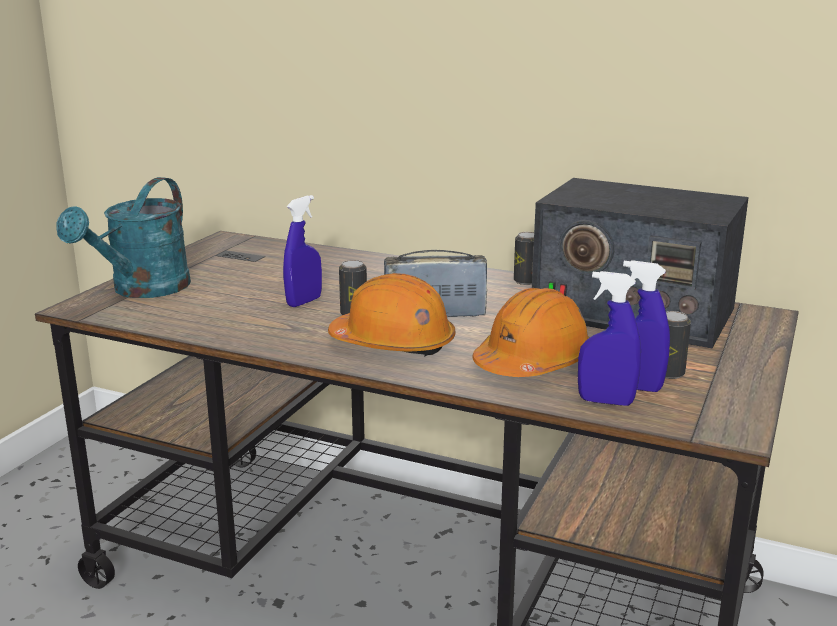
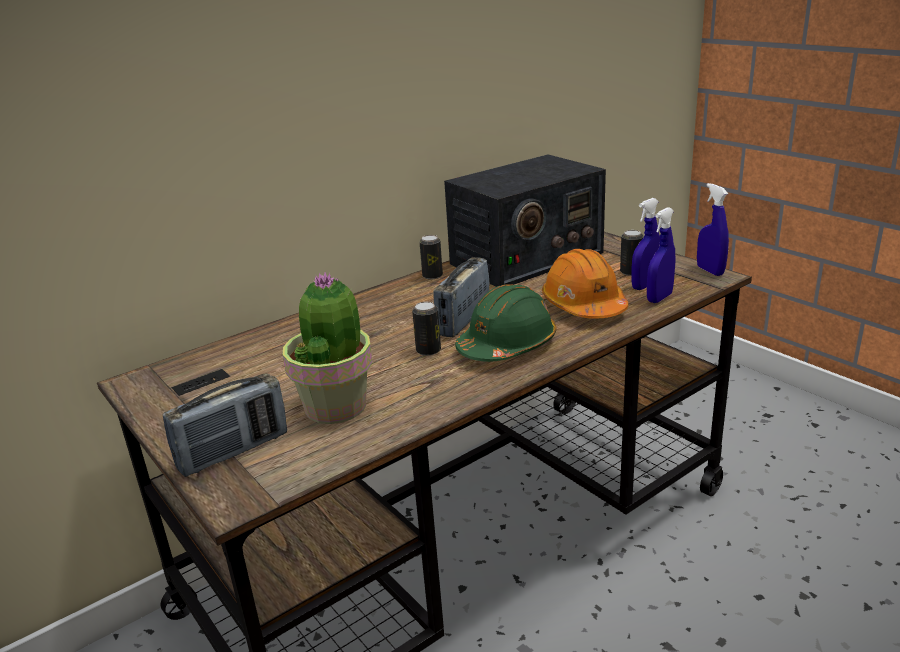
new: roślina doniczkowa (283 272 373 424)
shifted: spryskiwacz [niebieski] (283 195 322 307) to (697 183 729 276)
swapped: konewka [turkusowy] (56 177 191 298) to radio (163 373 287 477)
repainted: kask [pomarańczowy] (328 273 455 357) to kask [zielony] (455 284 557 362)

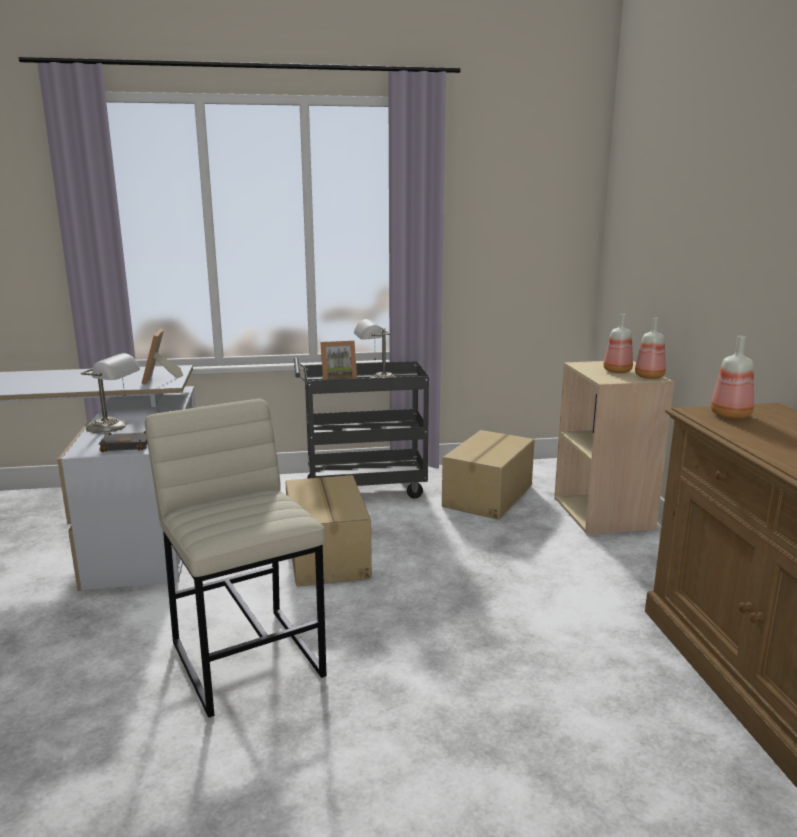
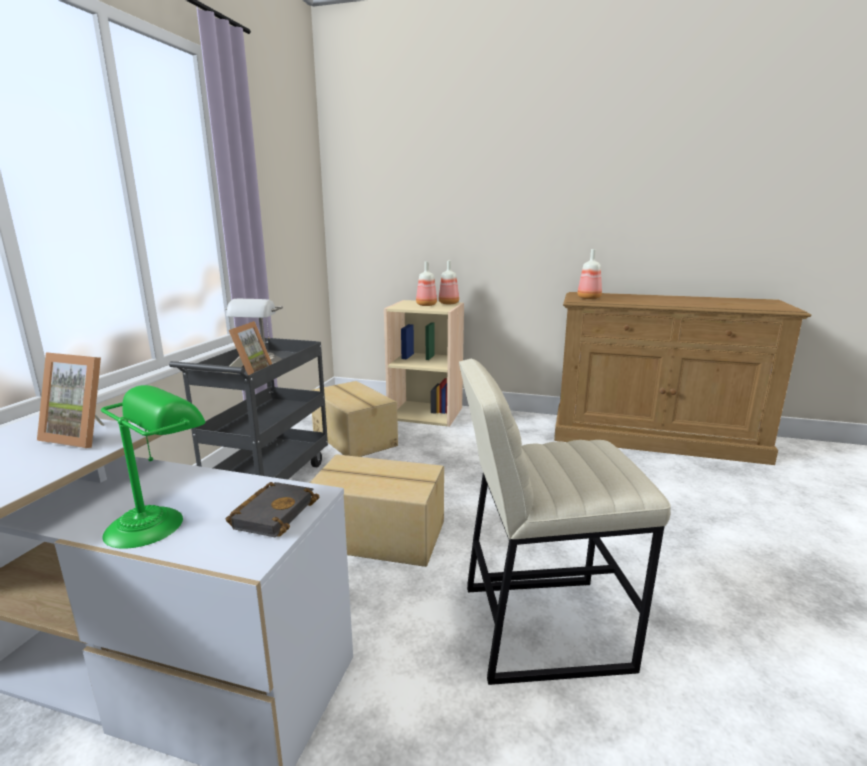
repainted: lampa stołowa [biały] (81 353 140 433) to lampa stołowa [zielony] (101 385 205 549)

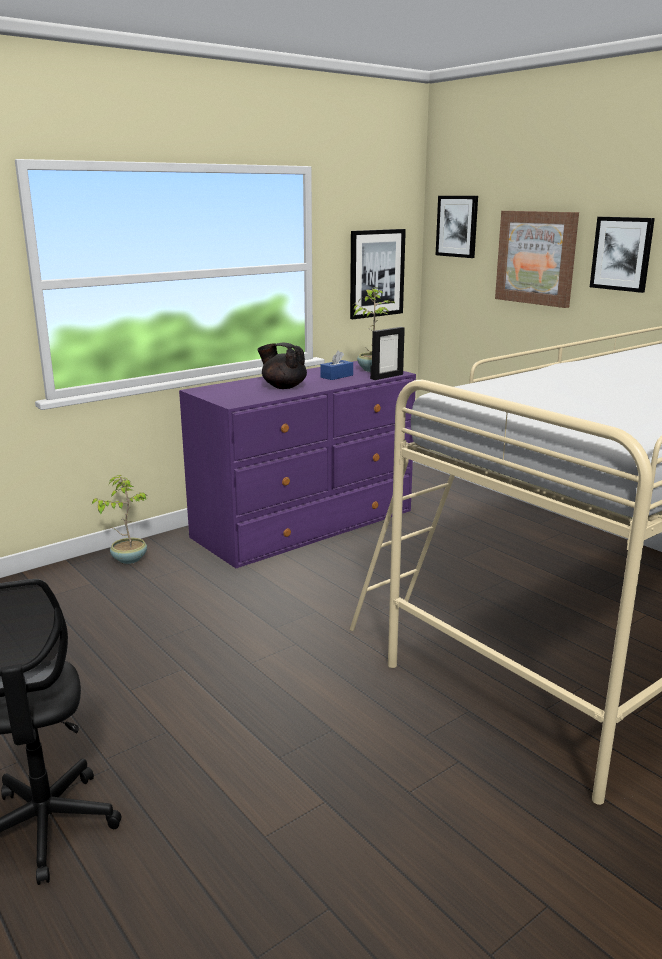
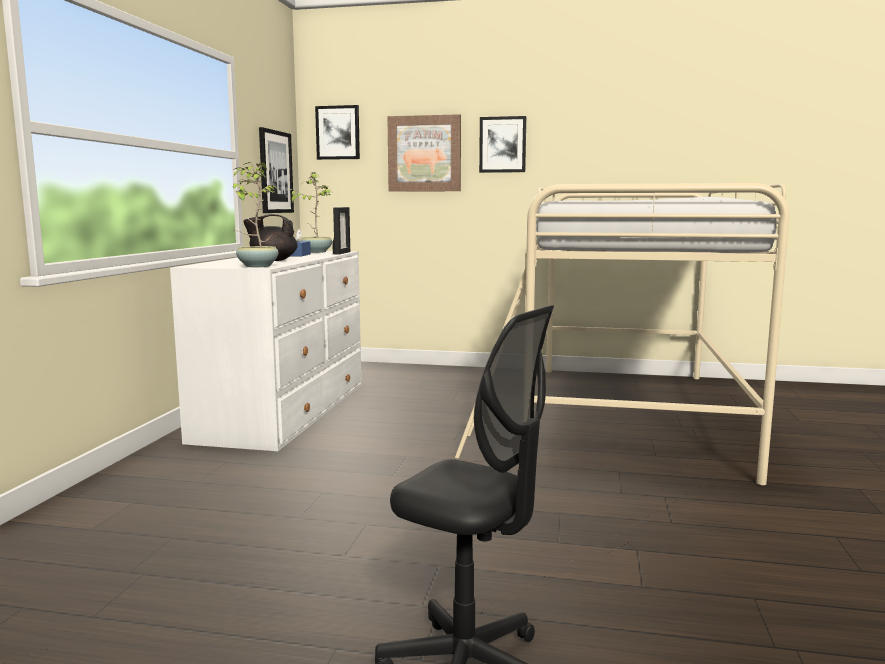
shifted: roślina doniczkowa (92 475 147 564) to (233 162 278 267)
repainted: komoda [fioletowy] (179 361 416 568) to komoda [biały] (170 251 361 451)

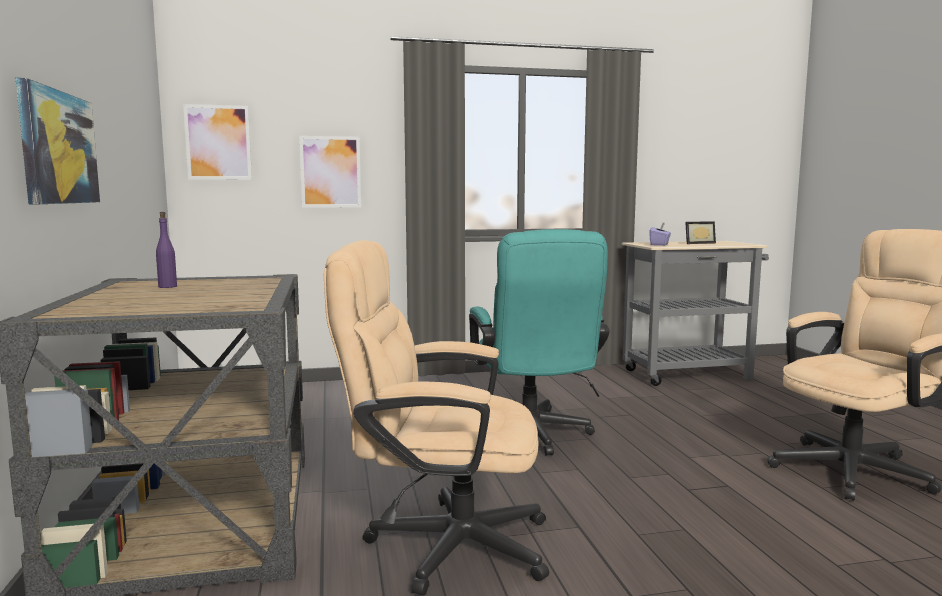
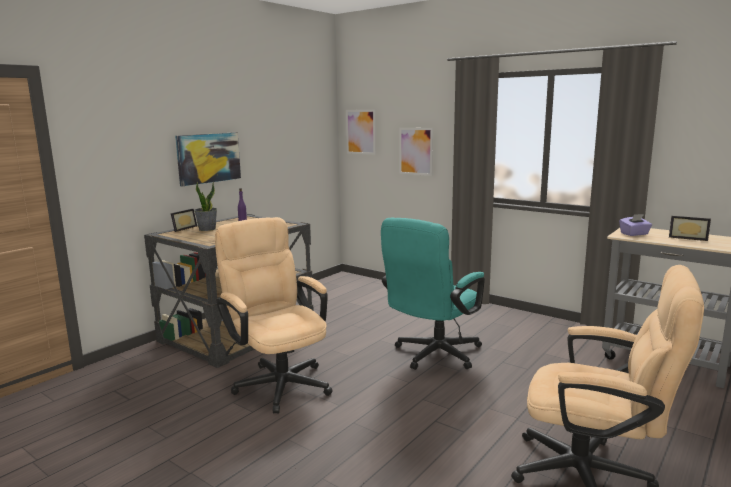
new: ramka na zdjęcie (171 208 197 232); roślina doniczkowa (194 182 217 231)

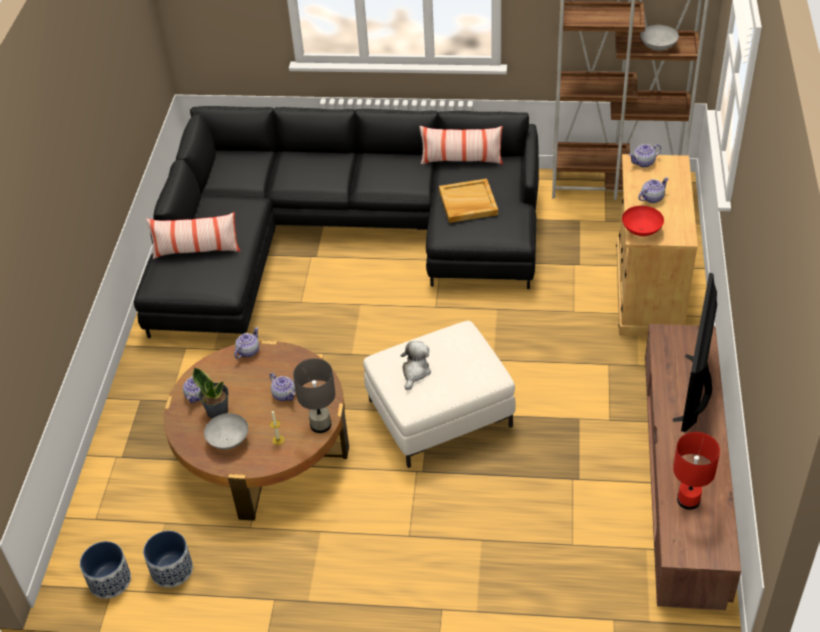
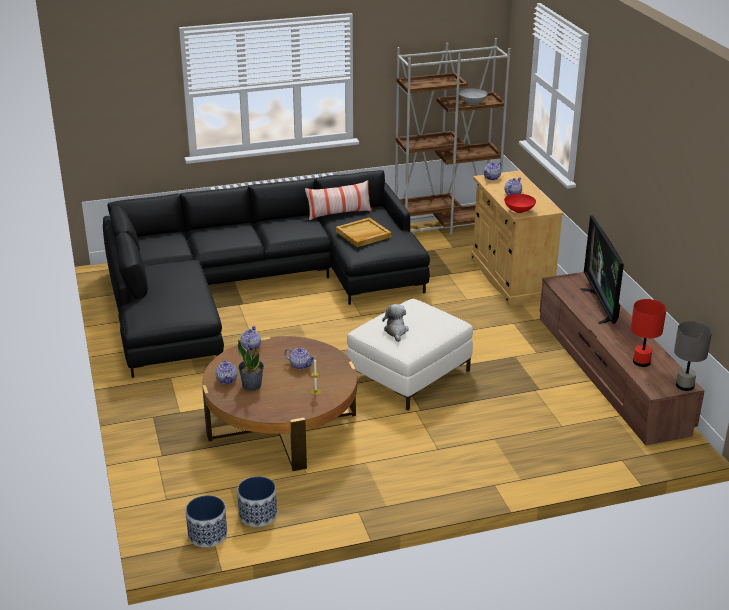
gone: poduszka (146 212 240 259); miska [szary] (204 413 248 450)
shifted: lampa stołowa [szary] (293 358 335 433) to (674 321 712 391)

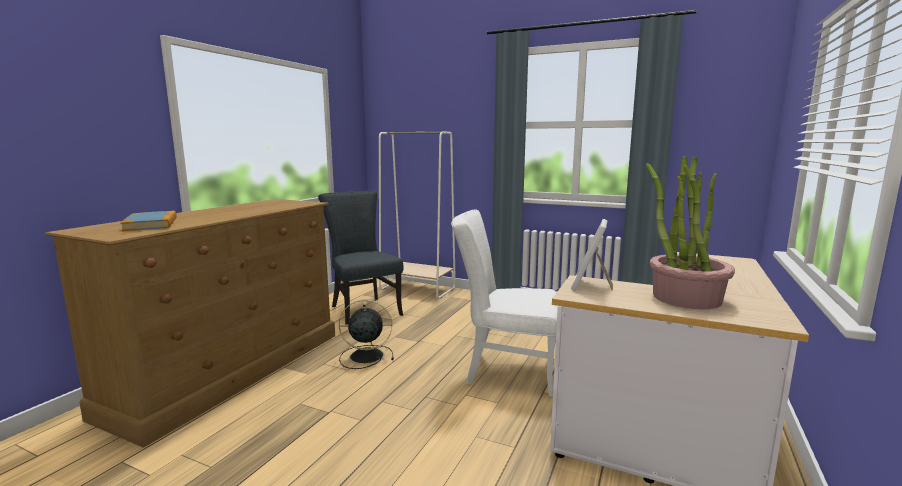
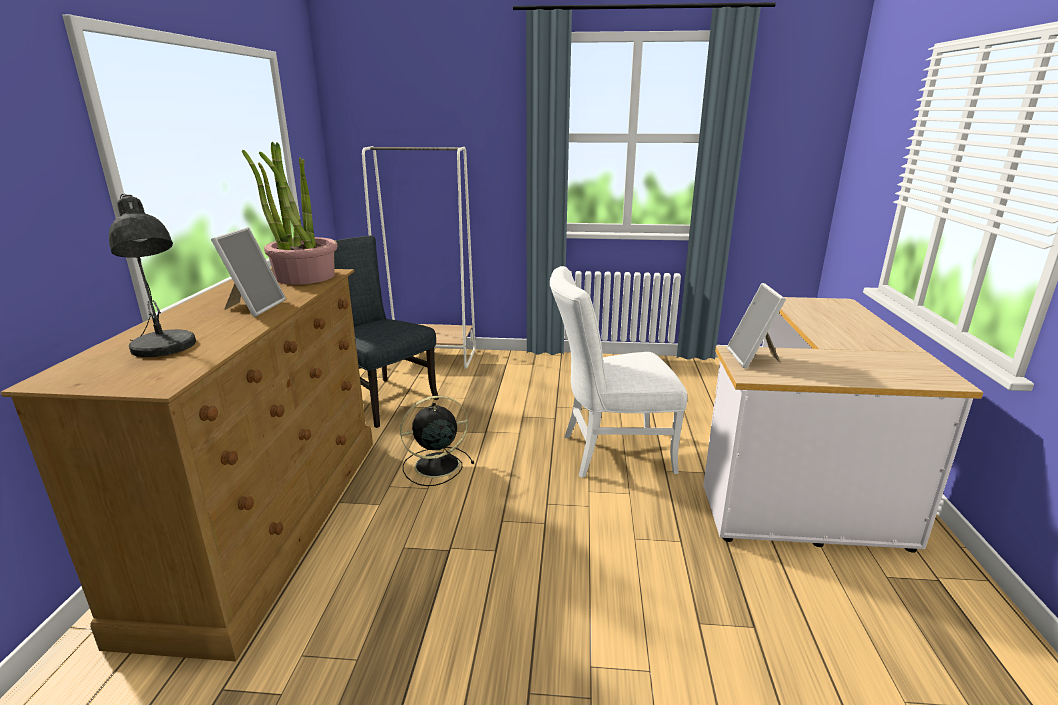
new: ramka na zdjęcie (211 227 286 317)
shifted: roślina doniczkowa (646 156 735 309) to (242 142 337 285)
swapped: książka (120 211 177 231) to lampa stołowa [szary] (109 194 196 357)

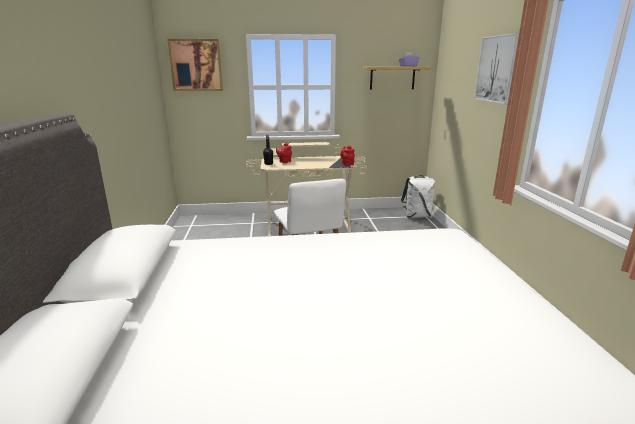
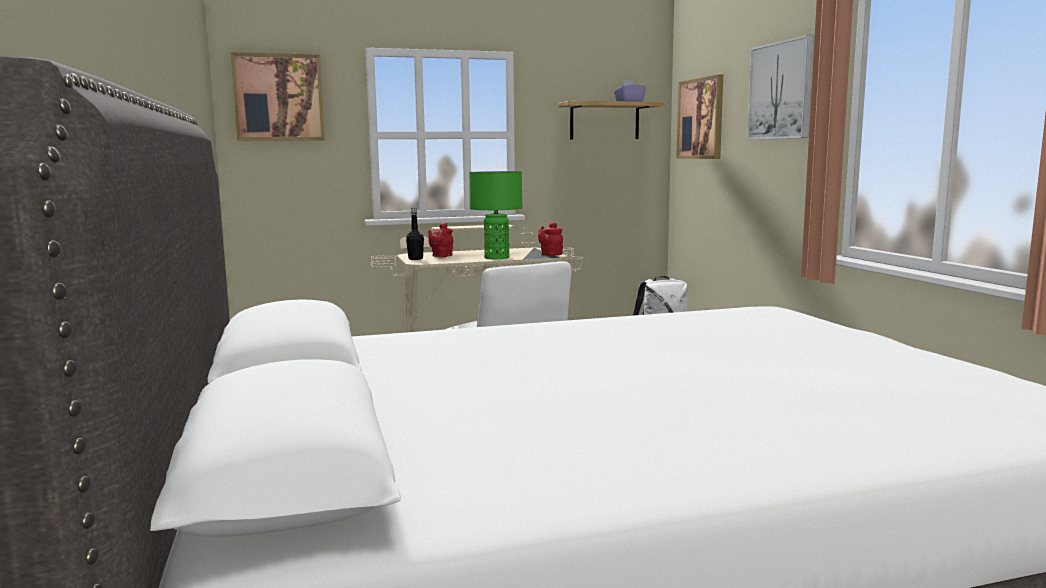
new: lampa stołowa [zielony] (469 171 522 259); obraz (676 75 723 159)

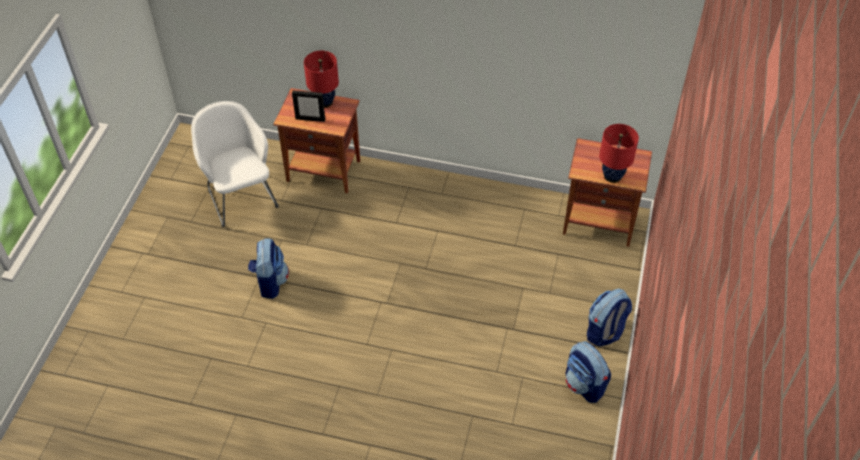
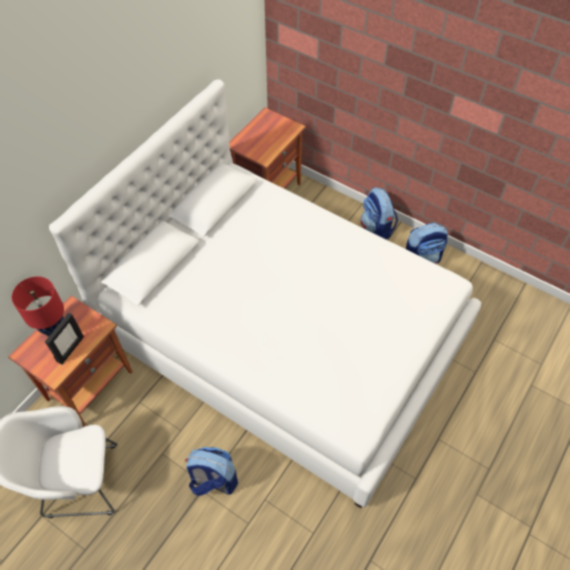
gone: lampa stołowa [czerwony] (599 124 639 183)
new: łóżko [biały] (49 79 481 508)

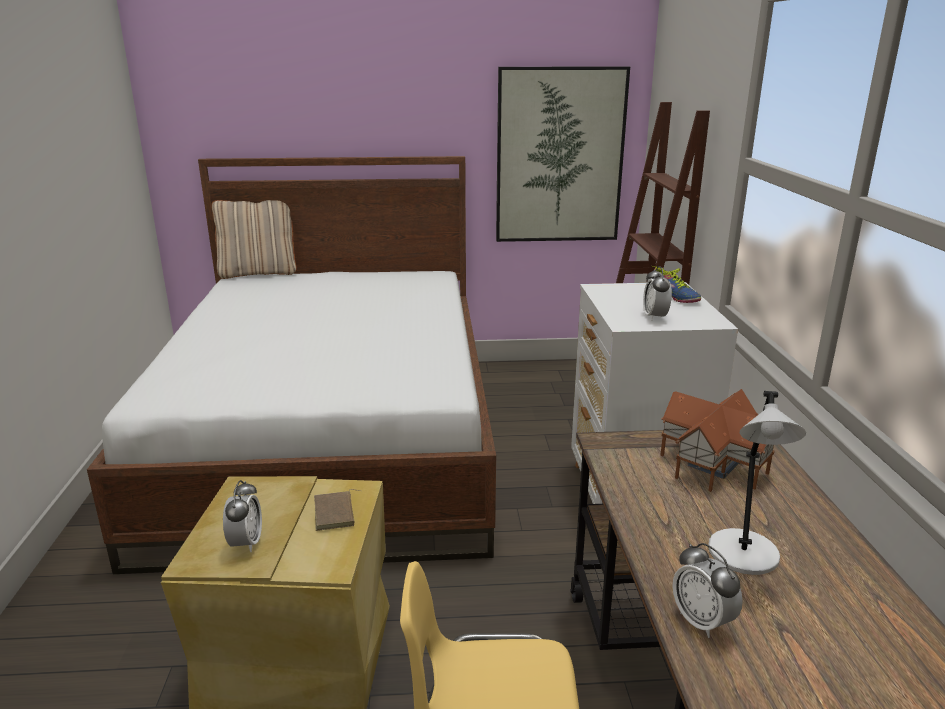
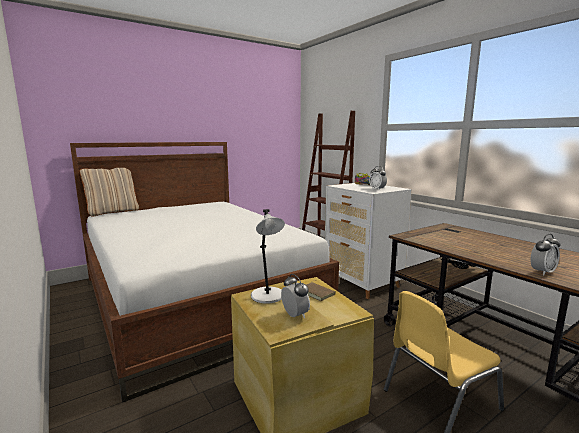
gone: obraz (496 66 630 242); domek (660 389 775 492)
shifted: lampa stołowa [szary] (708 391 806 575) to (251 209 285 304)
rotated: budzik (672 543 743 638) = (530 234 560 275) 60 degrees counterclockwise

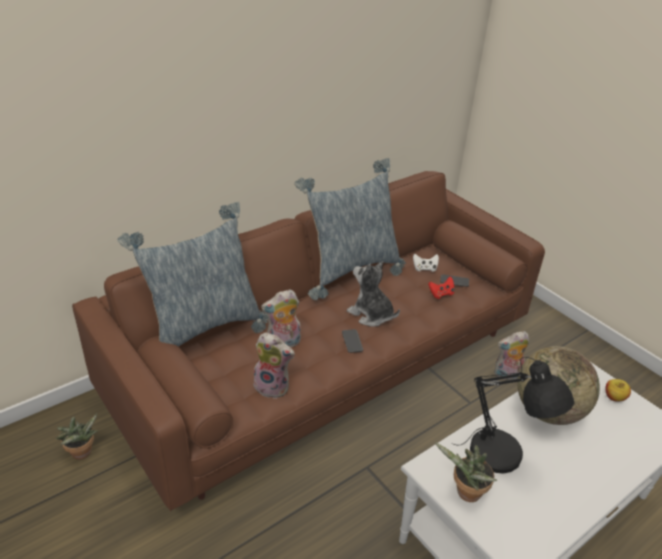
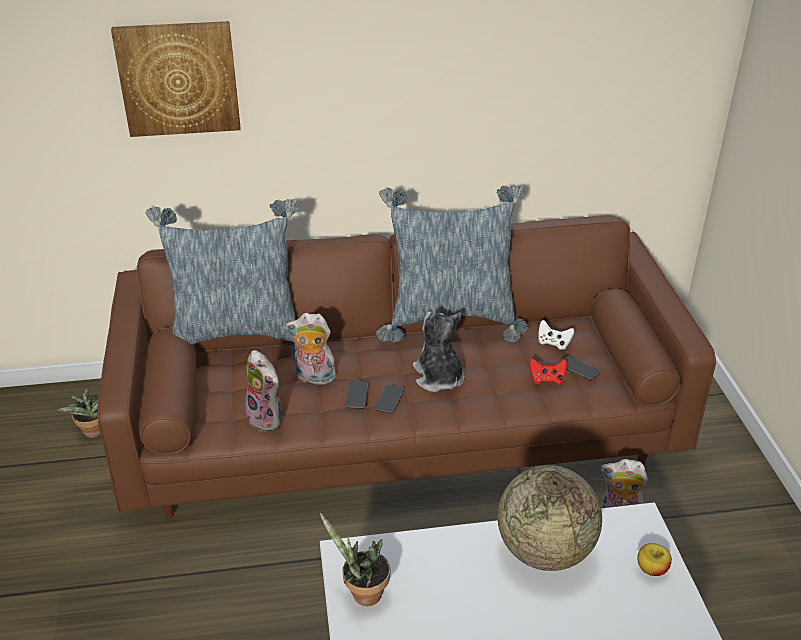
gone: lampa stołowa [czarny] (451 357 574 474)
new: obraz (111 21 241 137); telefon (345 381 369 409)

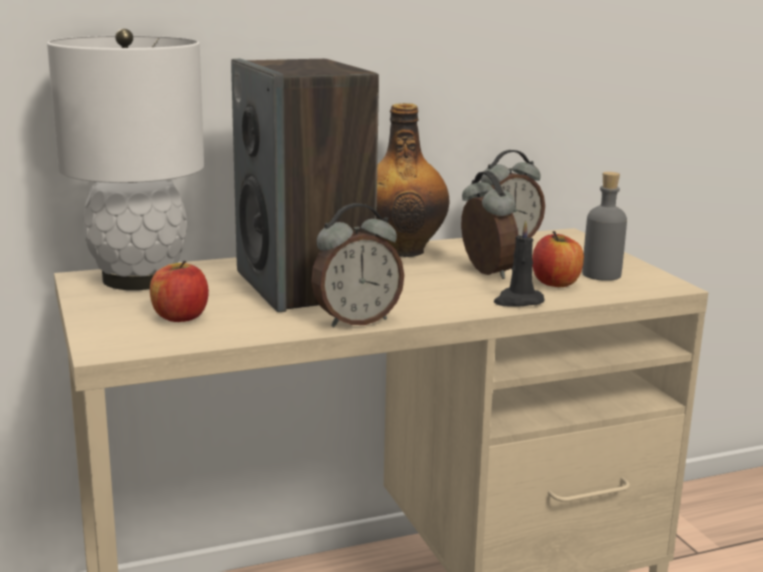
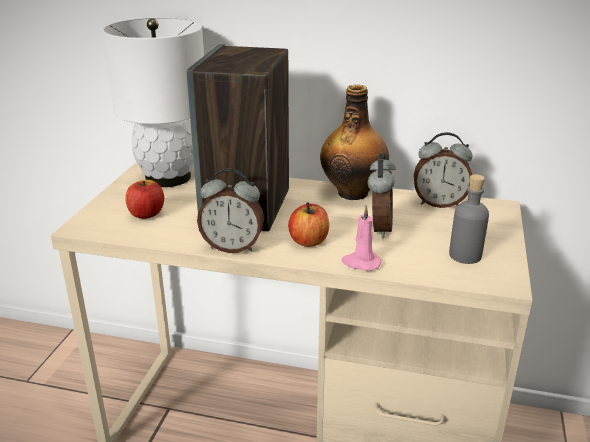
shifted: jabłko (532 231 584 287) to (288 202 329 247)
repainted: świeca [czarny] (494 220 544 307) to świeca [różowy] (341 205 382 271)

